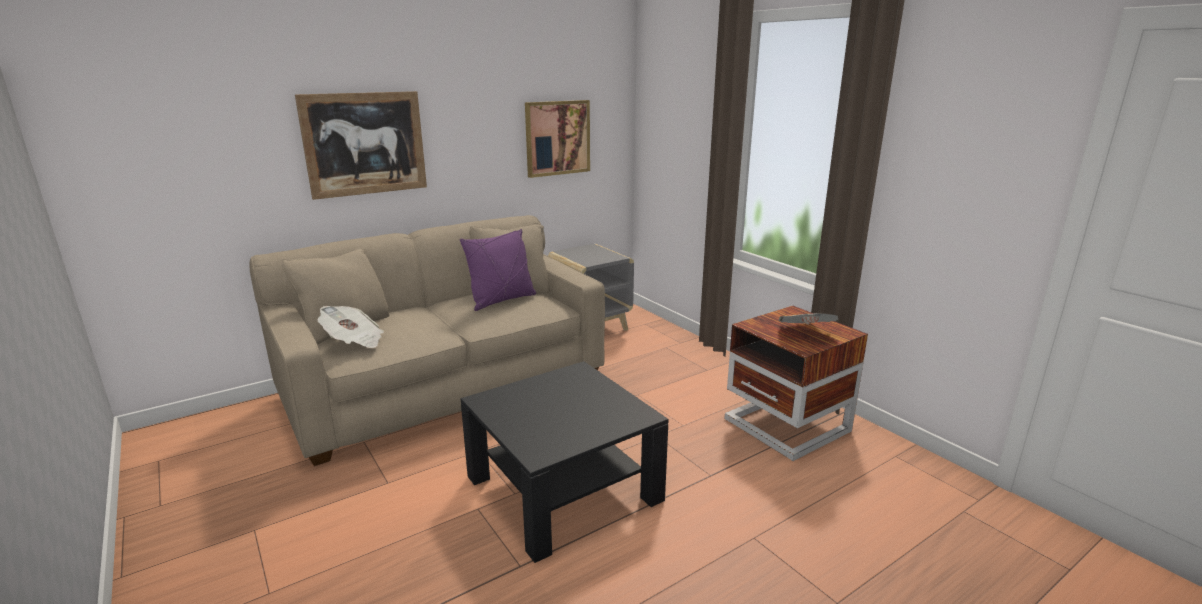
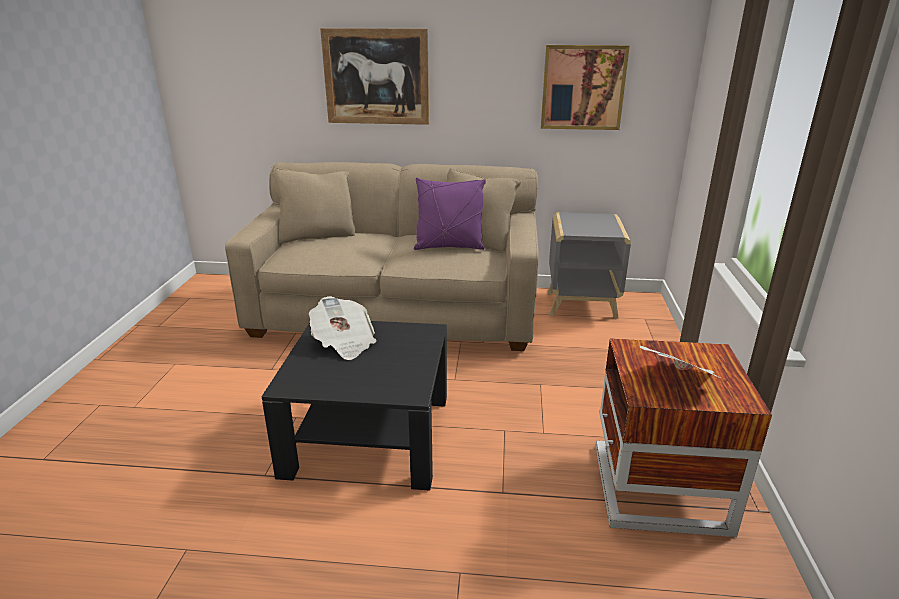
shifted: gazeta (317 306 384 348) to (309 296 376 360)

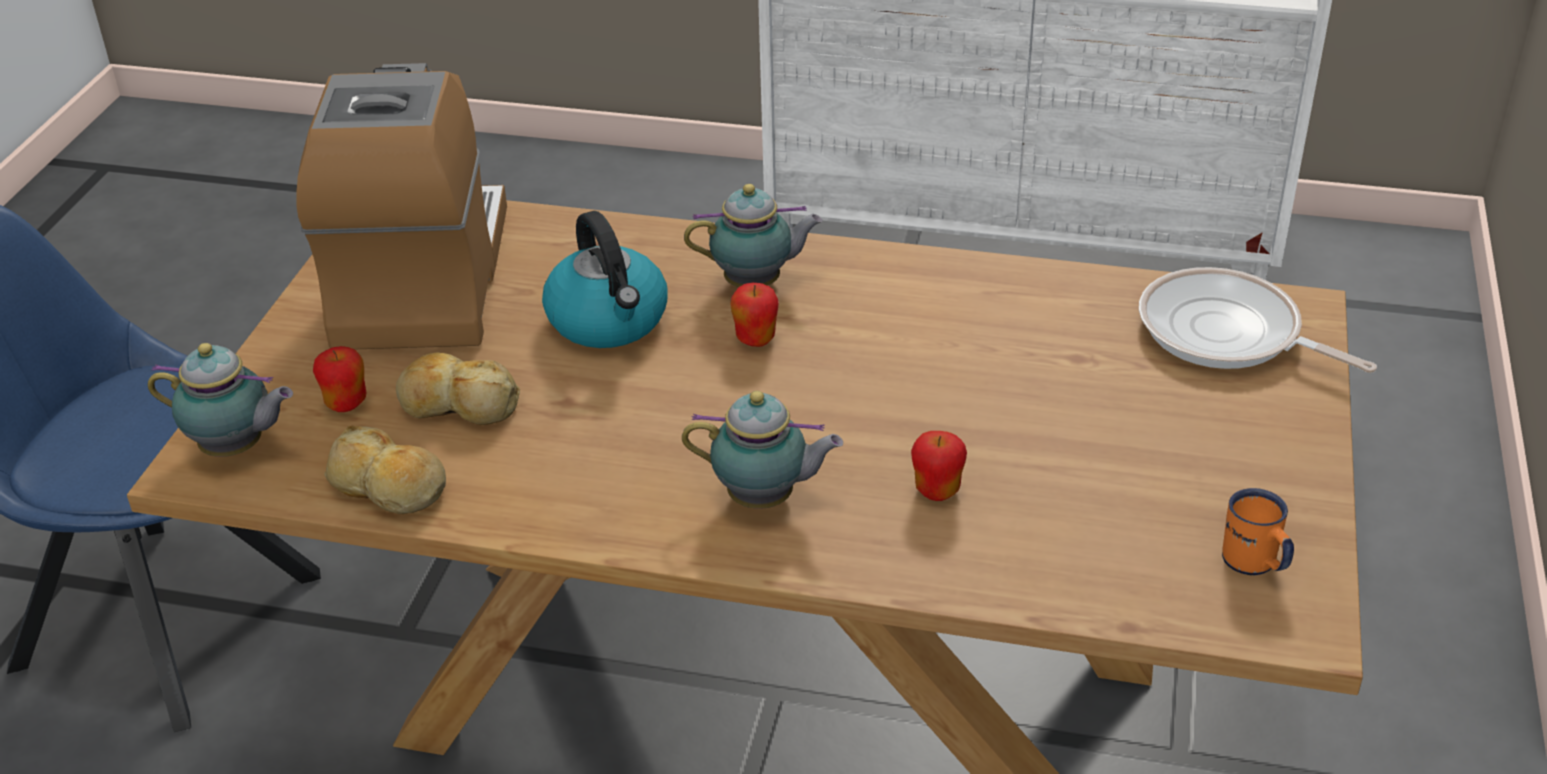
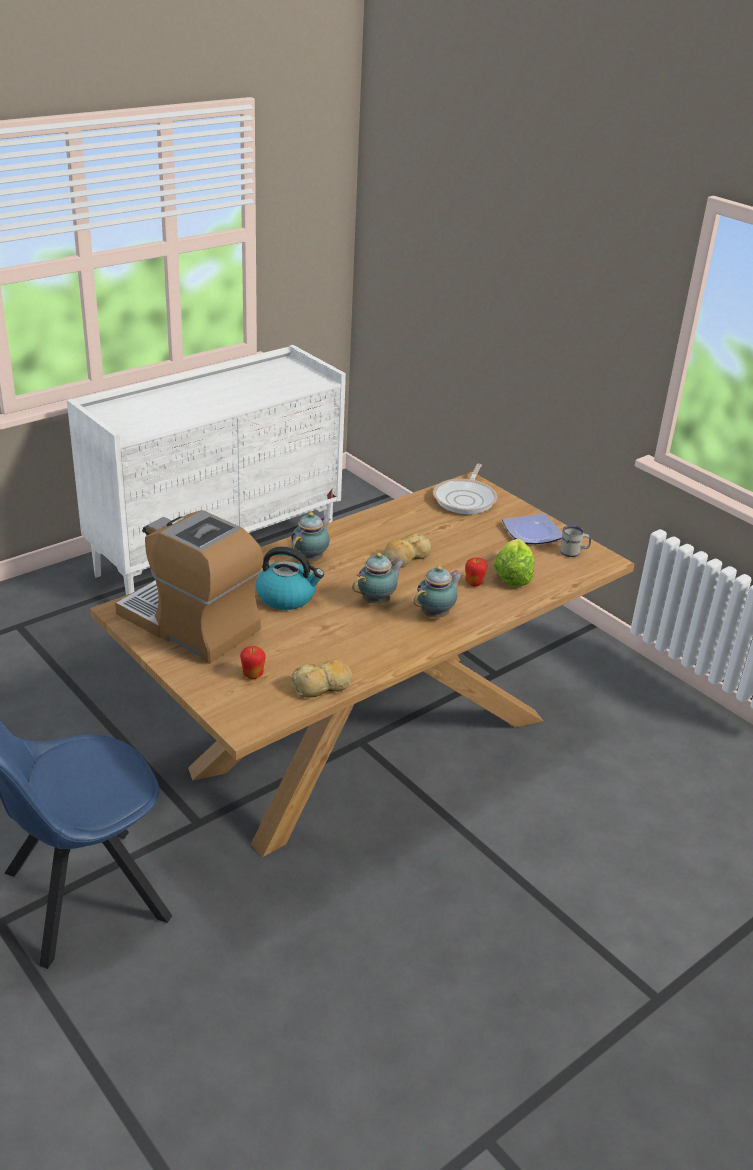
gone: jabłko (730 283 779 347)
new: sałata (493 539 534 587); talerz (502 513 562 544)
shifted: imbryk (148 343 293 457) to (352 553 405 604); chleb (396 352 520 425) to (384 533 431 568)
repainted: kubek [pomarańczowy] (1222 488 1294 575) to kubek [biały] (561 525 591 557)
rotated: patelnia (1139 267 1377 373) = (433 464 497 514) 60 degrees counterclockwise

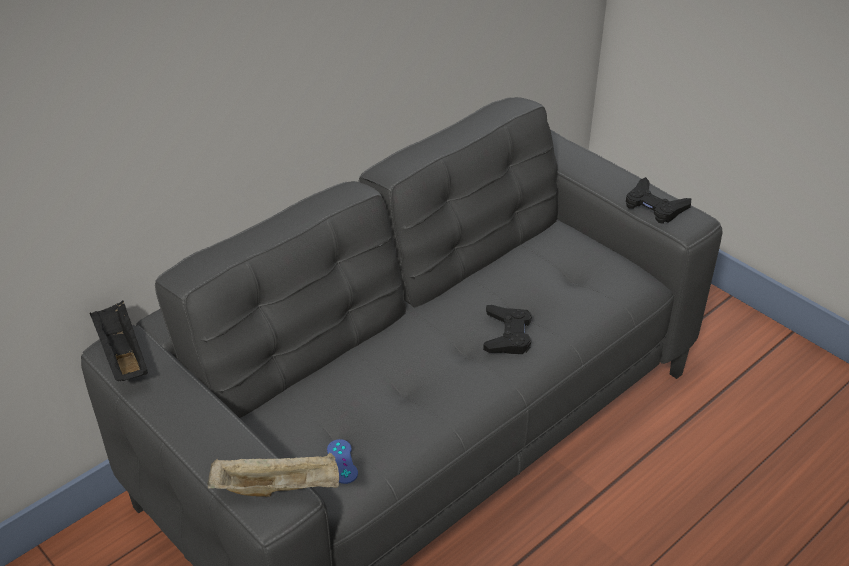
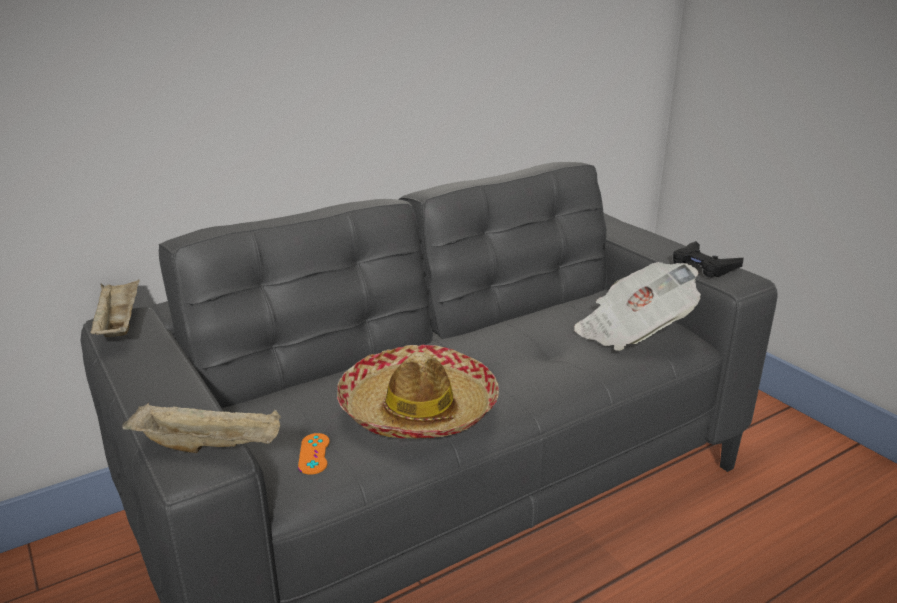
gone: pad do gier [czarny] (483 305 532 354)
new: kapelusz (337 345 499 439); gazeta (574 262 701 351)
repainted: taca [czarny] (90 301 148 381) to taca [beżowy] (90 280 140 337); pad do gier [niebieski] (327 439 358 484) to pad do gier [pomarańczowy] (298 433 330 475)

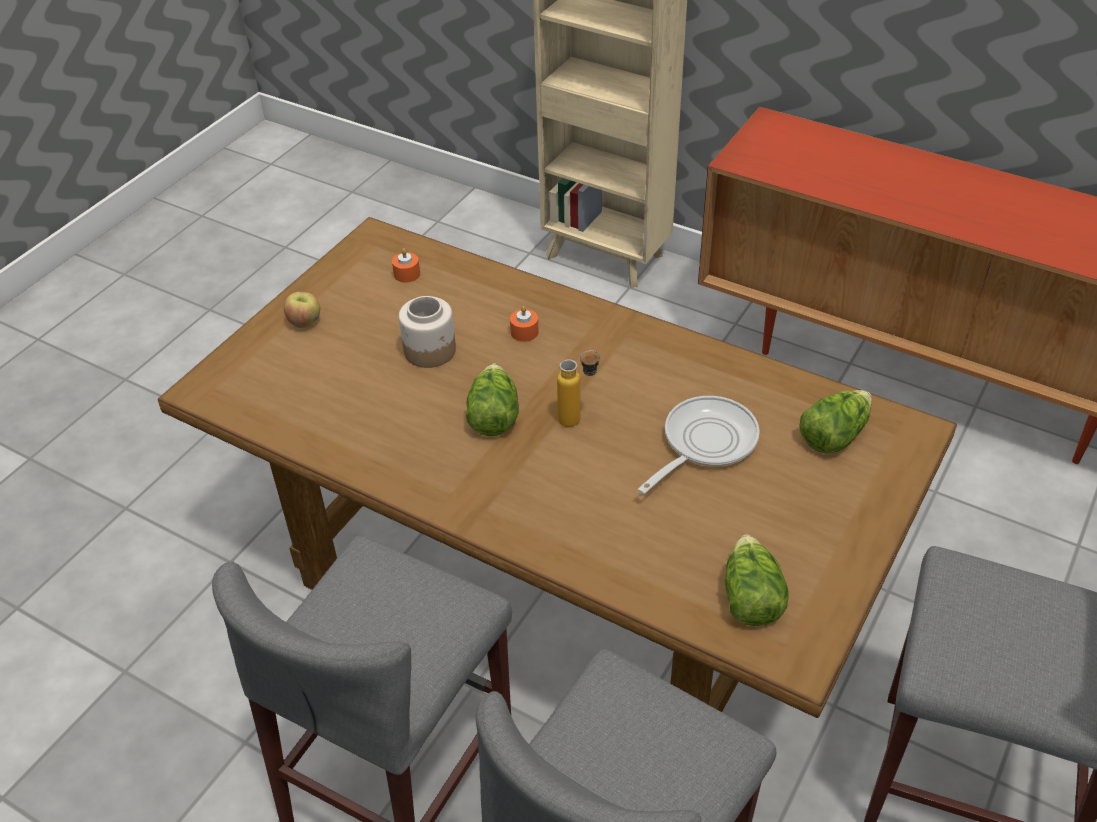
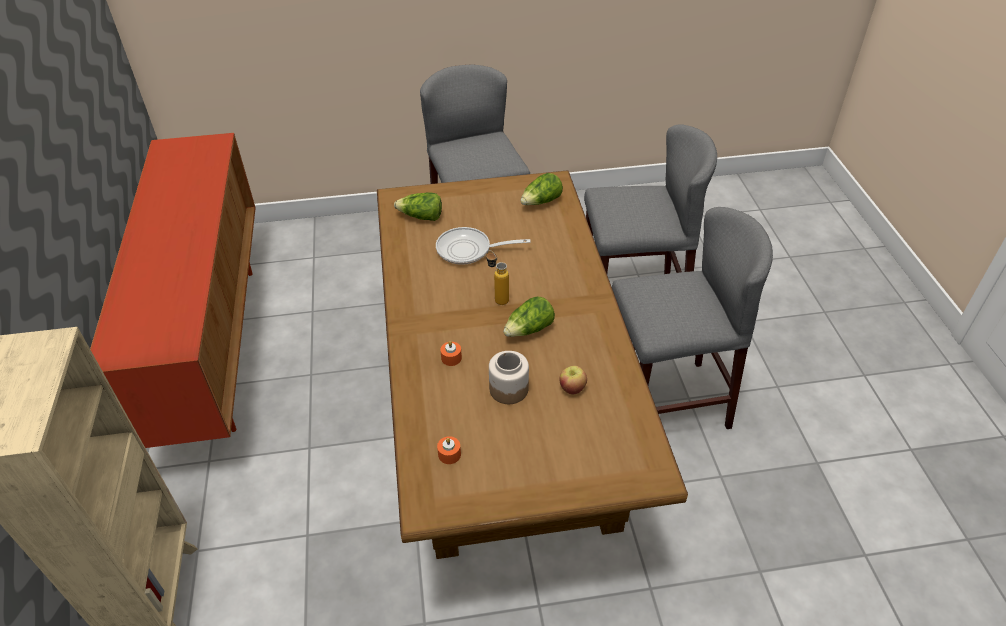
shifted: jabłko (284 292 320 328) to (560 366 587 394)

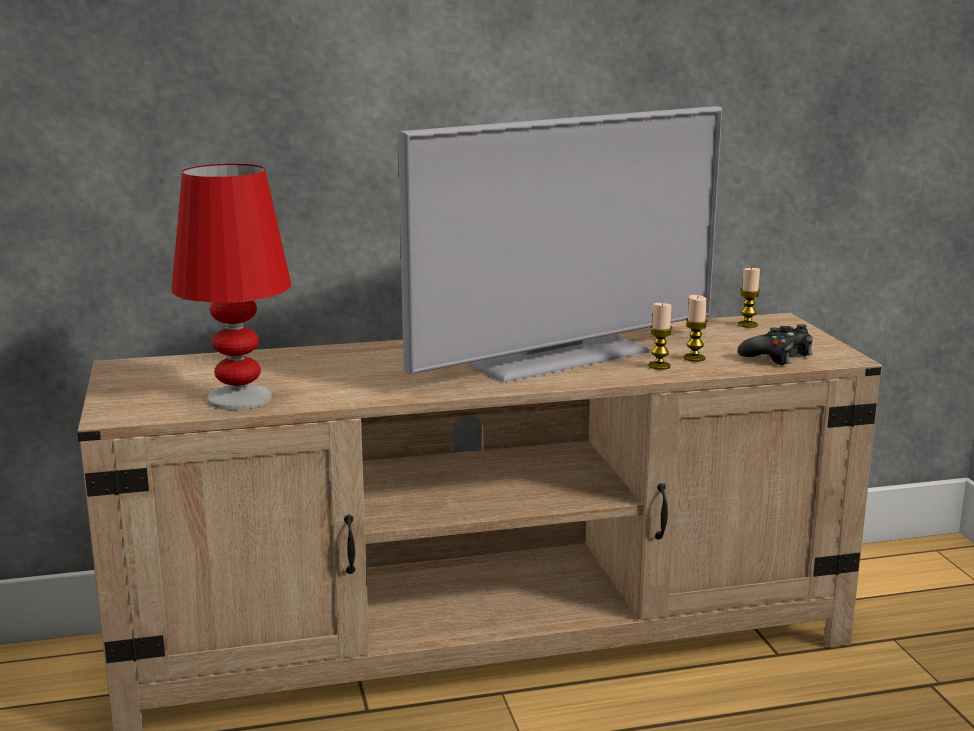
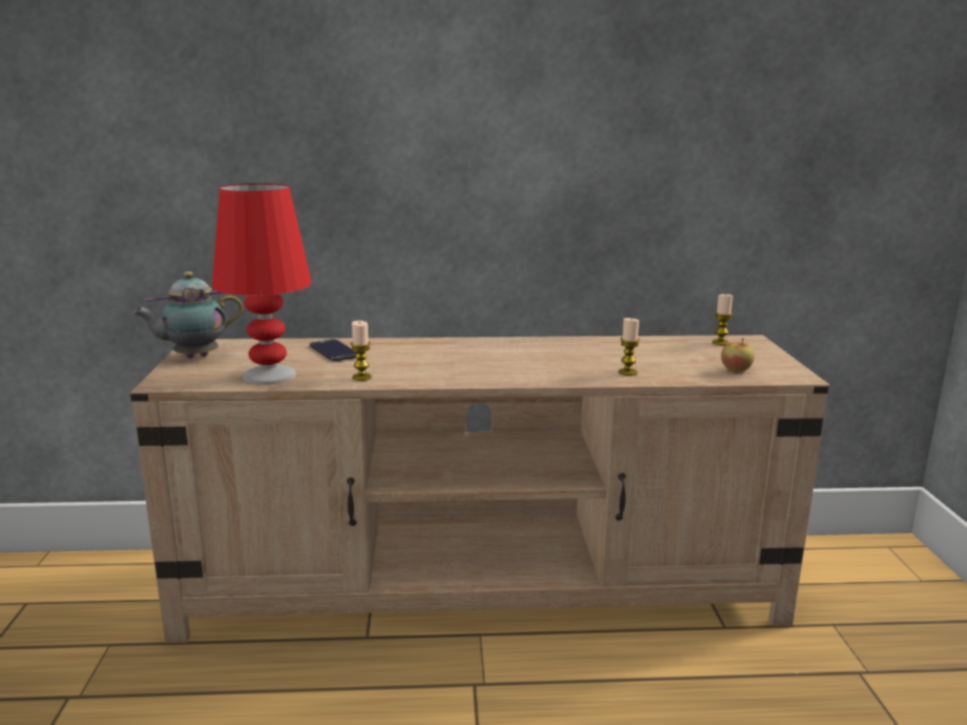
gone: telewizor (398 106 722 383)
new: imbryk (133 271 243 358); telefon (310 339 357 362)
shifted: świeca (684 295 708 362) to (351 320 372 381)
swapped: pad do gier [czarny] (737 324 813 365) to jabłko (721 338 754 372)

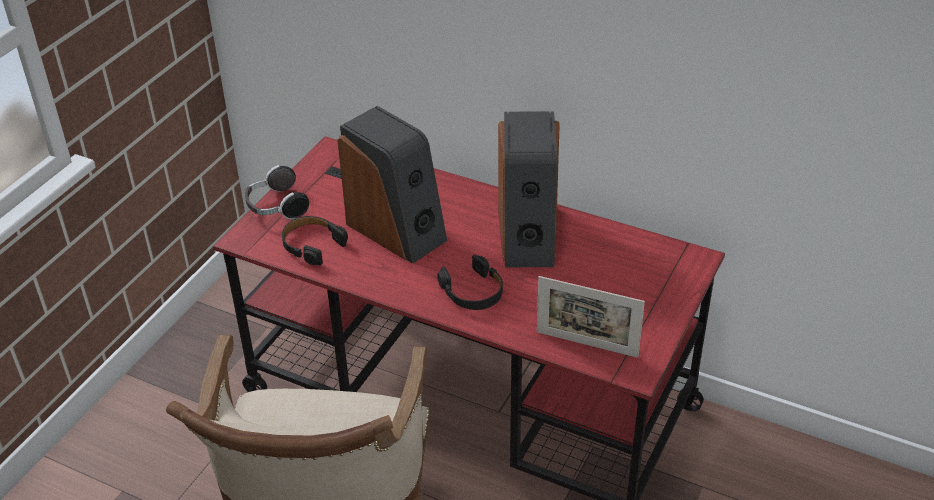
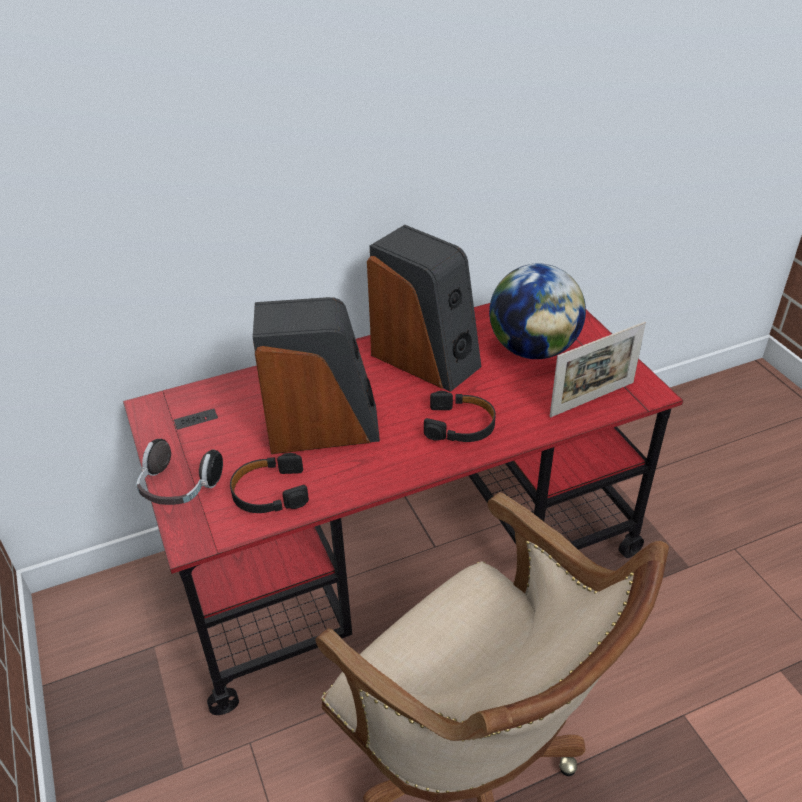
new: globus (489 264 586 359)

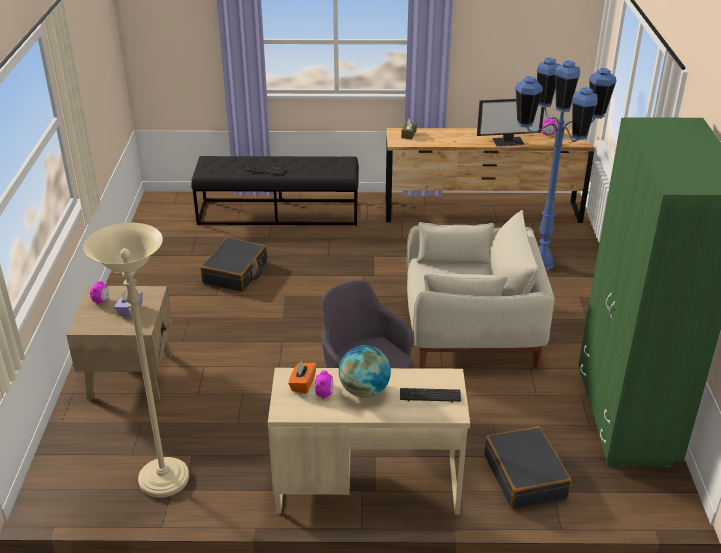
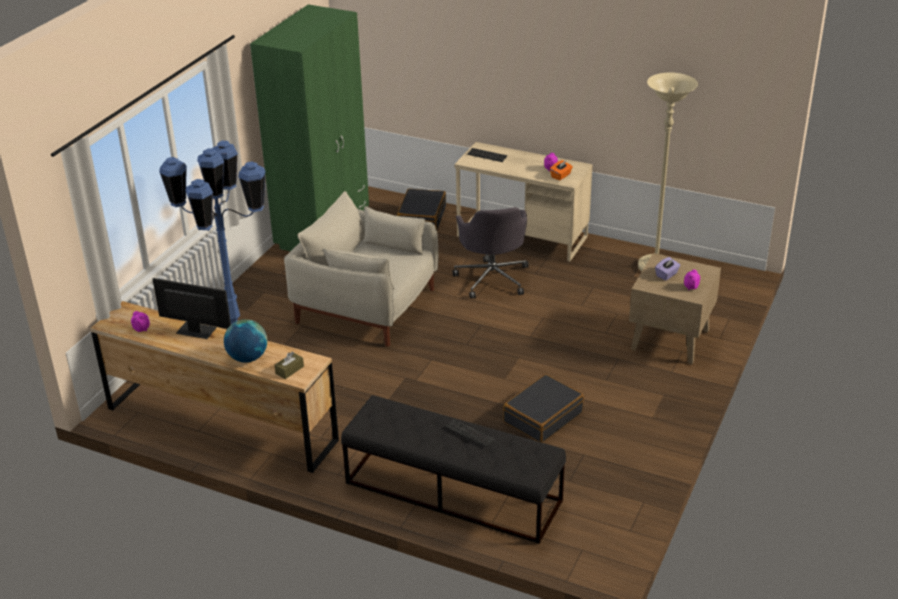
shifted: globus (339 345 391 398) to (224 319 267 363)

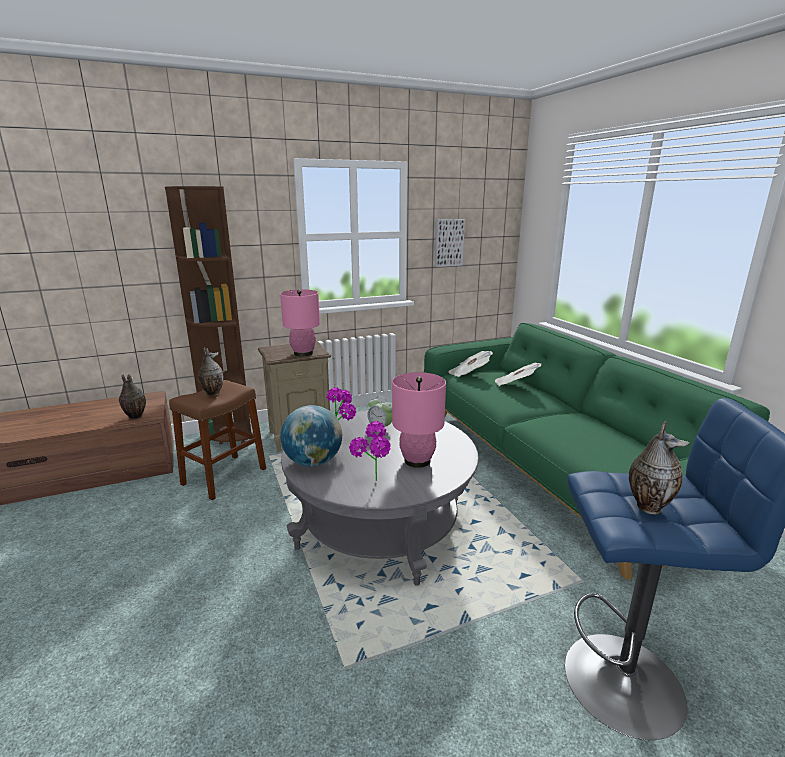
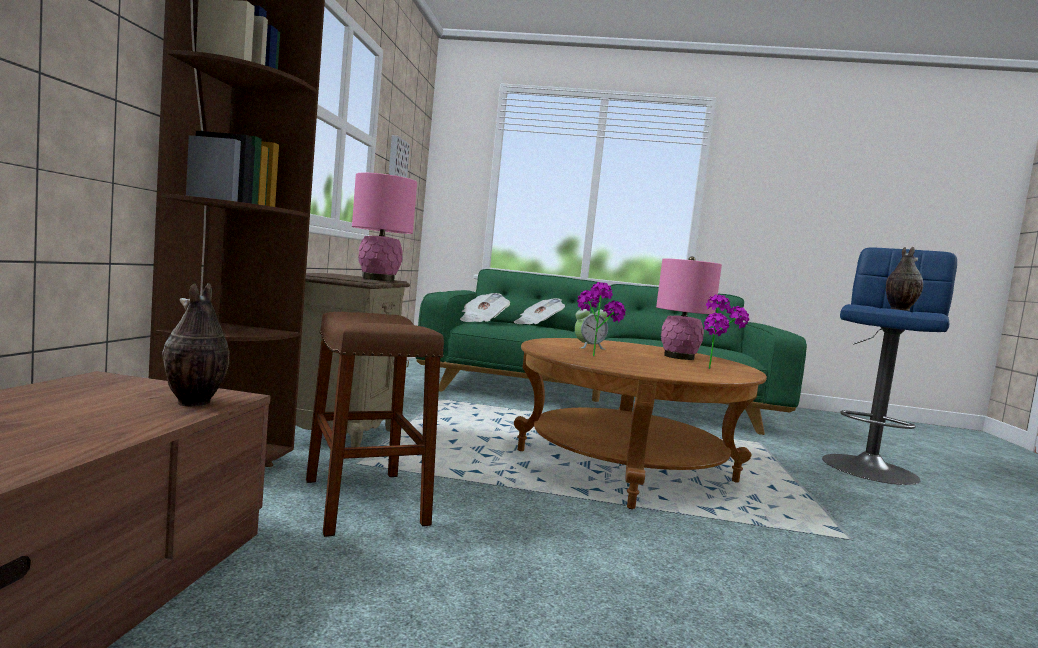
gone: wazon (198 347 224 396); globus (280 405 342 467)
repainted: ława [szary] (281 411 479 586) to ława [brązowy] (514 338 767 509)

